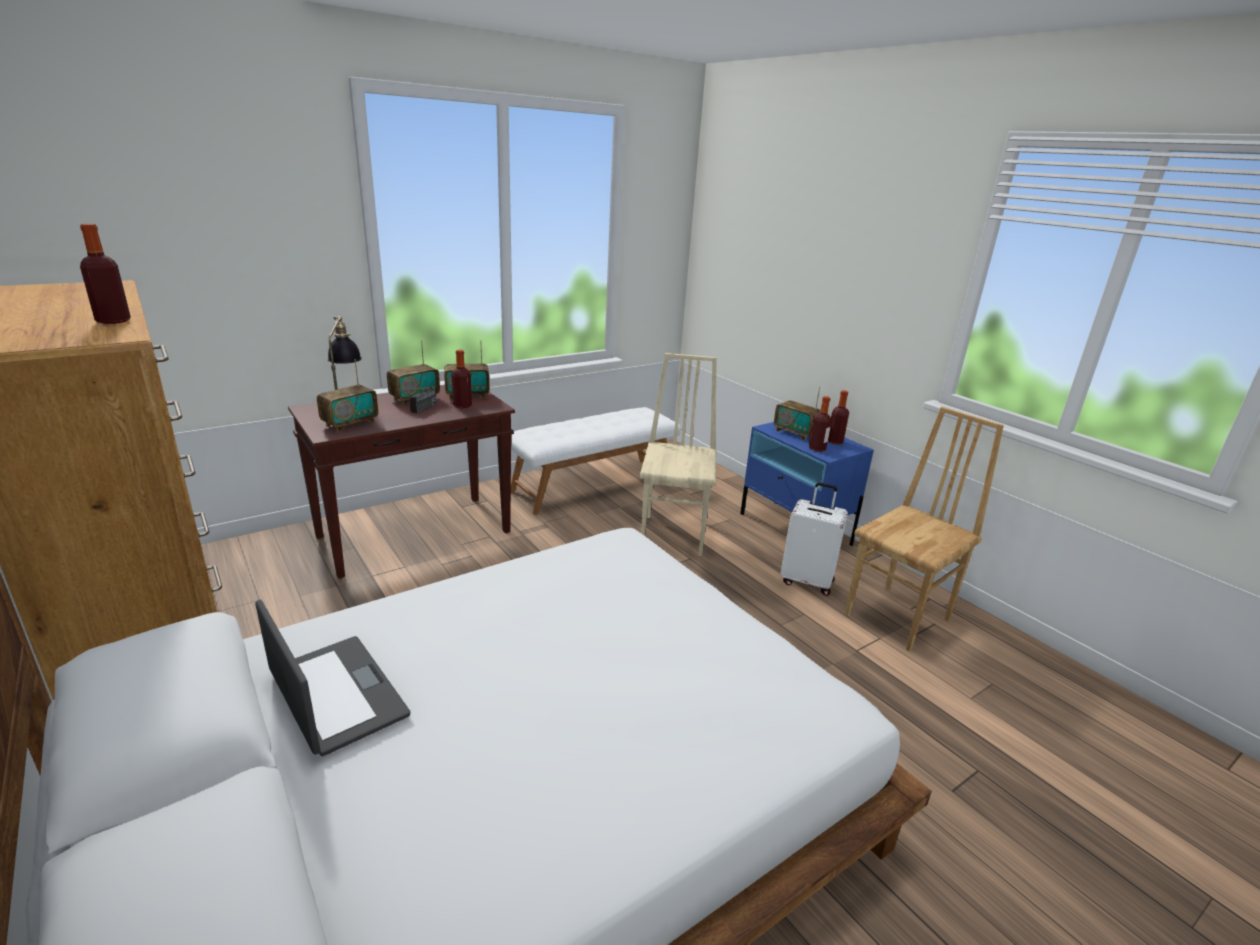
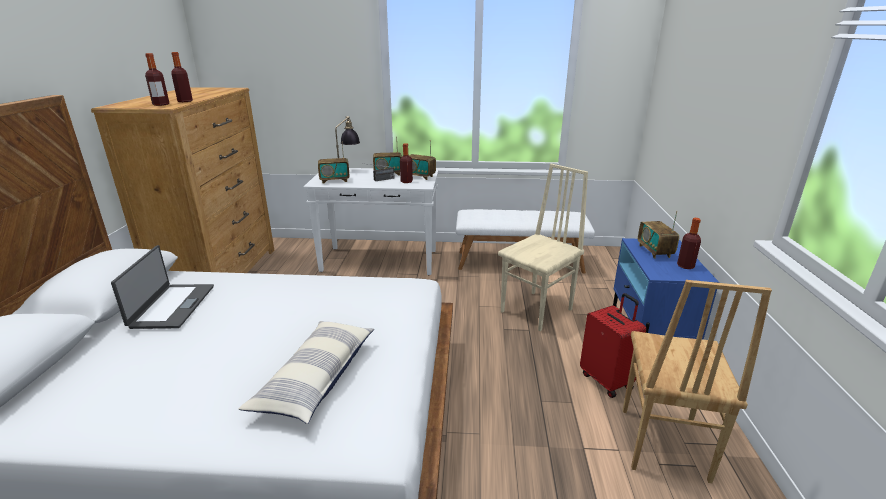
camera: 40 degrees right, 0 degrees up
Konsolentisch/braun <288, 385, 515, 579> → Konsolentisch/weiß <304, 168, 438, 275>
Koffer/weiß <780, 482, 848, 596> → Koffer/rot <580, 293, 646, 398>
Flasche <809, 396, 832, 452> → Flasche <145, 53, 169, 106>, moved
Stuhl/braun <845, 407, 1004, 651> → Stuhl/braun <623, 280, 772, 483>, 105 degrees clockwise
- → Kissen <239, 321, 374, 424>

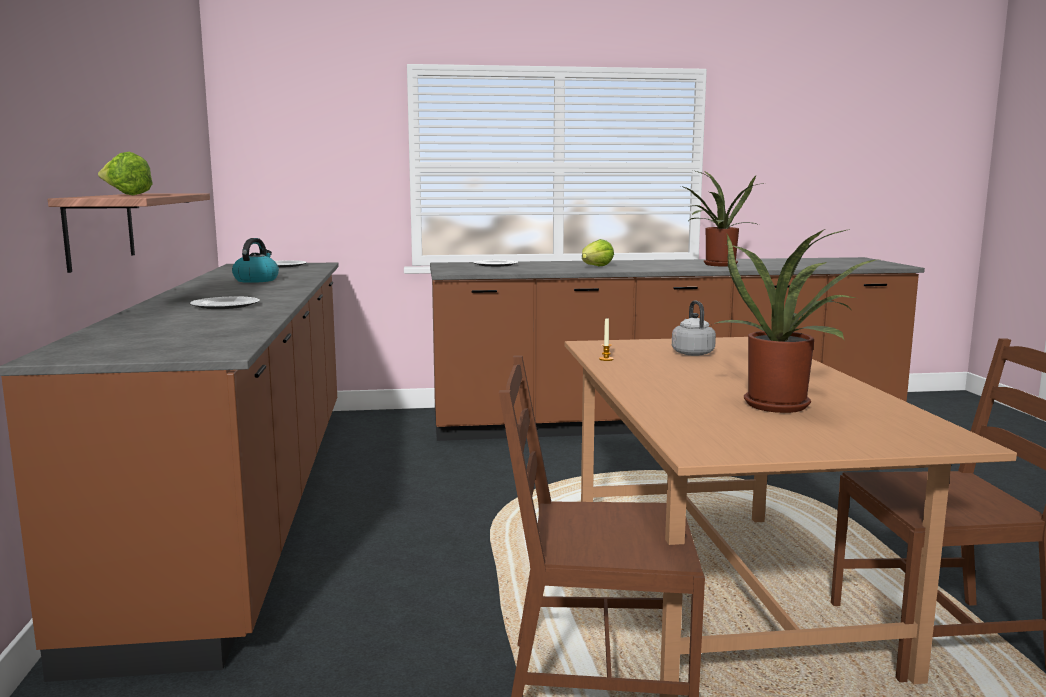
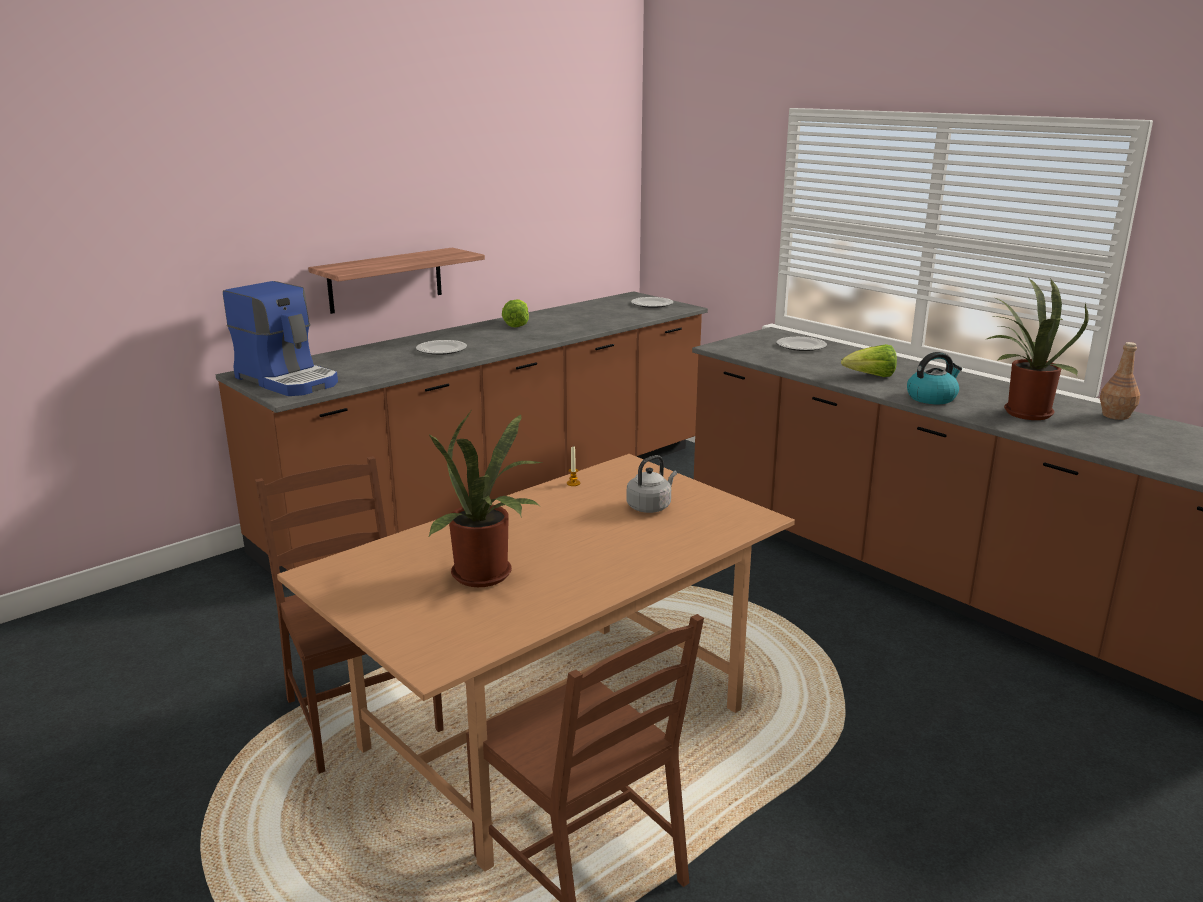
camera: 55 degrees right, 10 degrees up
Salatkopf <98, 152, 153, 195> → Salatkopf <502, 299, 529, 328>, moved
Wasserkessel <232, 238, 279, 283> → Wasserkessel <907, 352, 962, 404>, moved
- → Kaffeemaschine <223, 281, 338, 396>
- → Flasche/braun <1100, 342, 1140, 420>

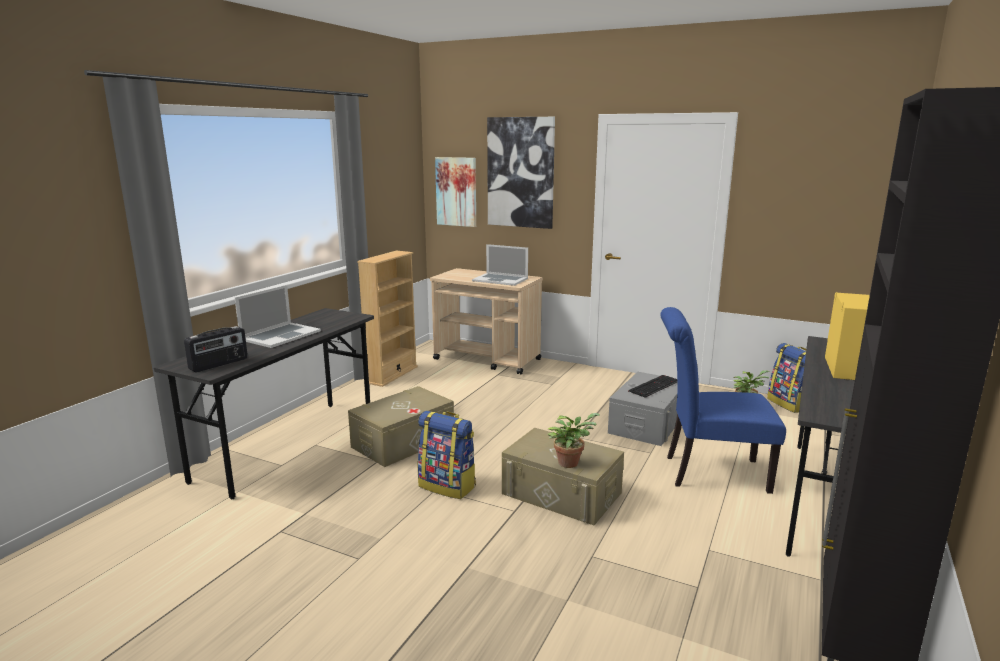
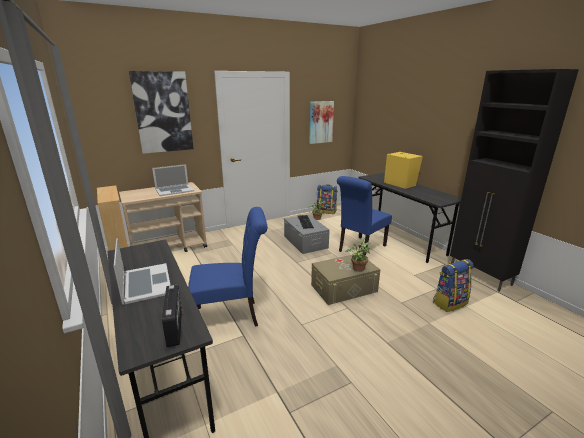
camera: 55 degrees left, 5 degrees up
Aufbewahrungsbox/beige <348, 386, 454, 467> → Stuhl/blau <188, 207, 268, 326>
Rucksack <418, 411, 476, 499> → Rucksack <433, 259, 474, 312>, moved
Bild <435, 157, 476, 227> → Bild <309, 101, 334, 144>, moved

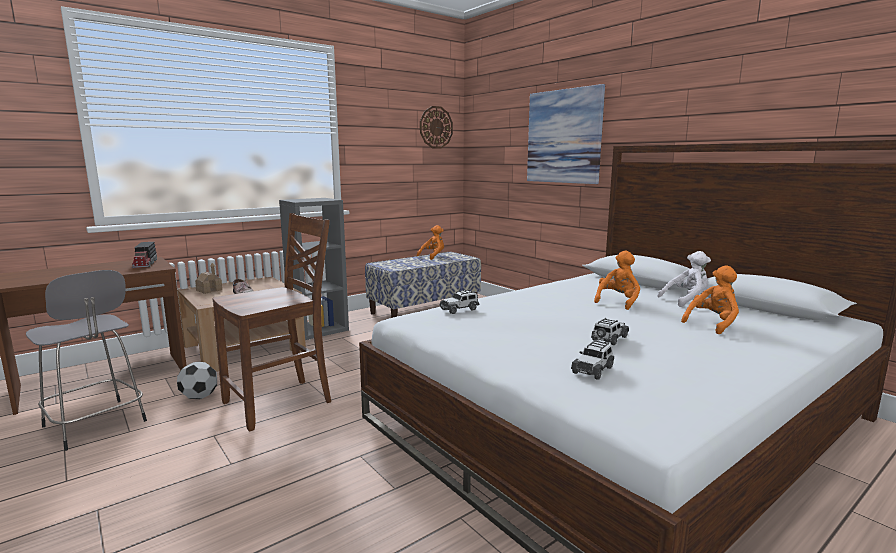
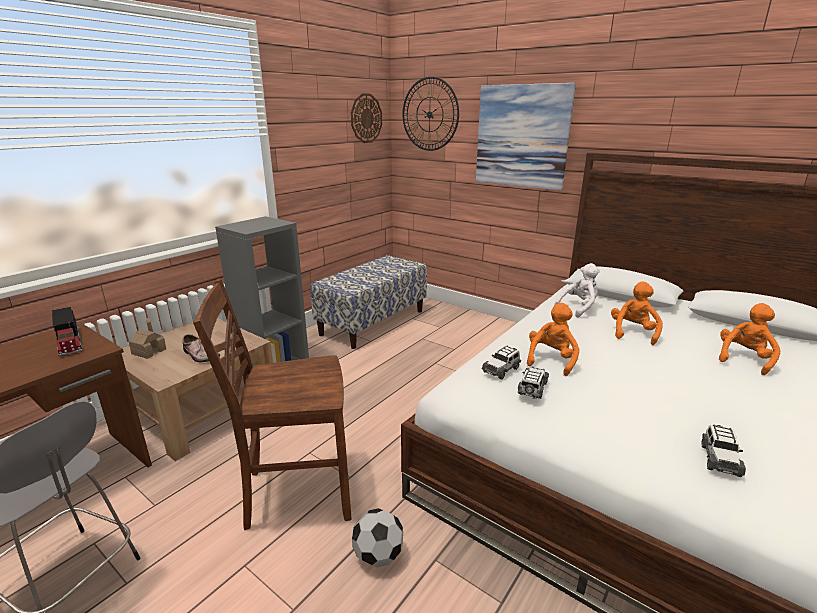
camera: 15 degrees left, 10 degrees up
Fußball <177, 362, 217, 399> → Fußball <352, 508, 403, 567>, moved
Stuhl/braun <213, 213, 331, 432> → Stuhl/braun <193, 279, 351, 530>, 135 degrees counterclockwise
Plüschtier/orange <417, 225, 444, 260> → Plüschtier/orange <527, 303, 579, 376>, moved
Spielzeugauto <591, 317, 629, 345> → Spielzeugauto <518, 366, 549, 399>, moved
Plüschtier/weiß <657, 251, 711, 307> → Plüschtier/weiß <554, 263, 600, 318>, moved
- → Wanduhr <402, 77, 459, 151>

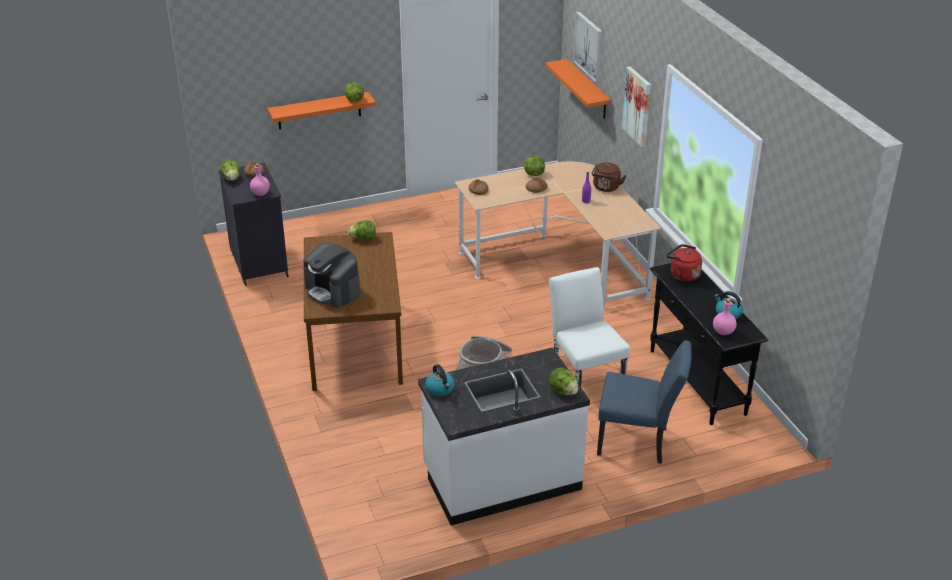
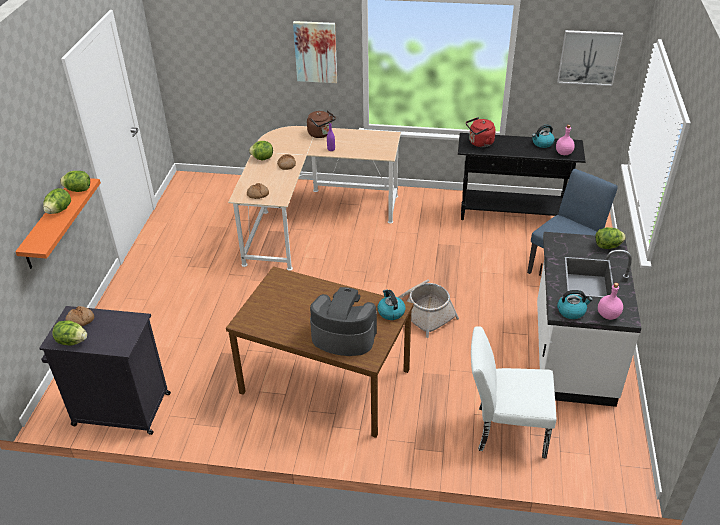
camera: 60 degrees left, 5 degrees up
Flasche/rosa <250, 163, 270, 196> → Flasche/rosa <598, 283, 623, 320>, moved
Kaffeemaschine <303, 243, 360, 308> → Kaffeemaschine <310, 287, 377, 356>, 150 degrees counterclockwise
Salatkopf <348, 220, 376, 240> → Salatkopf <43, 188, 71, 214>, moved
Wandregal/orange <545, 59, 611, 119> → -
Stuhl/weiß <549, 267, 630, 387> → Stuhl/weiß <471, 326, 556, 458>, moved
Bild <573, 12, 603, 82> → Bild <557, 30, 623, 86>, moved
- → Wasserkessel <378, 289, 405, 320>

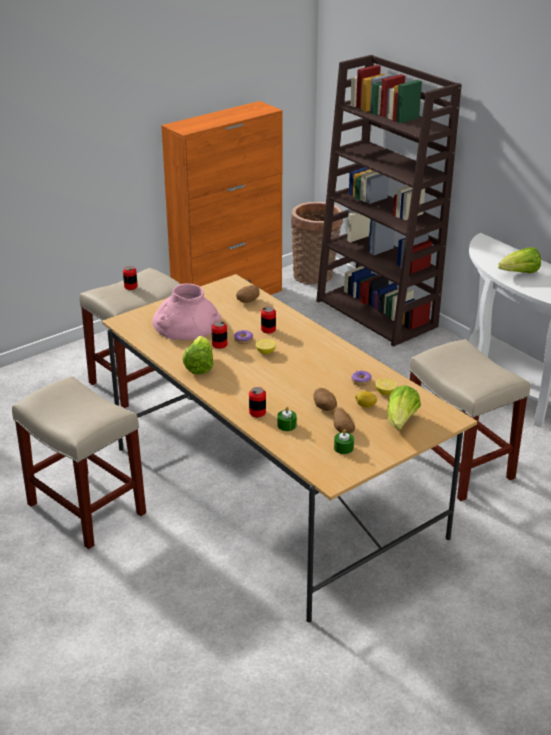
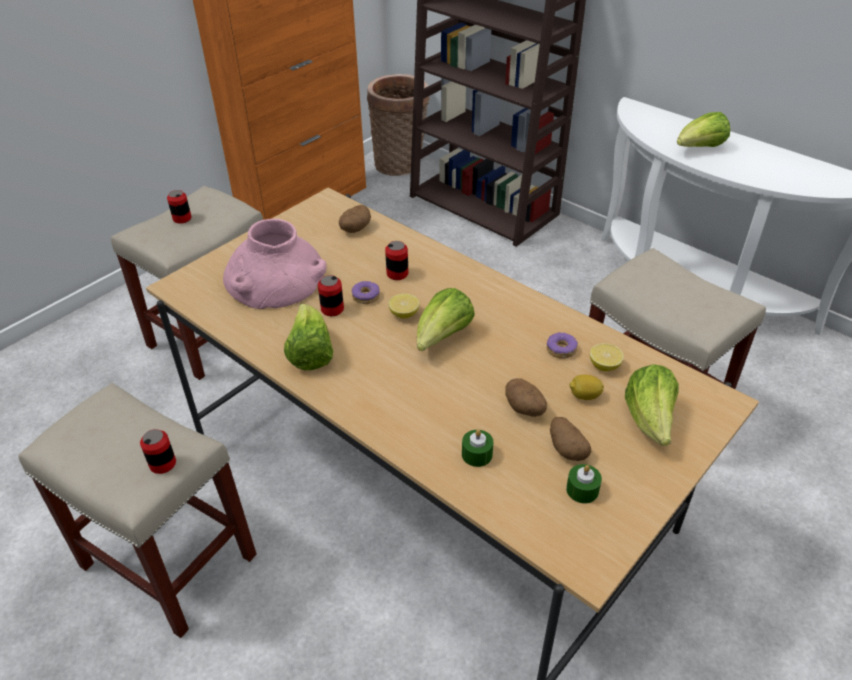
camera: 10 degrees left, 10 degrees up
Dose <249, 387, 266, 417> → Dose <140, 429, 176, 474>, moved
- → Salatkopf <417, 288, 475, 351>

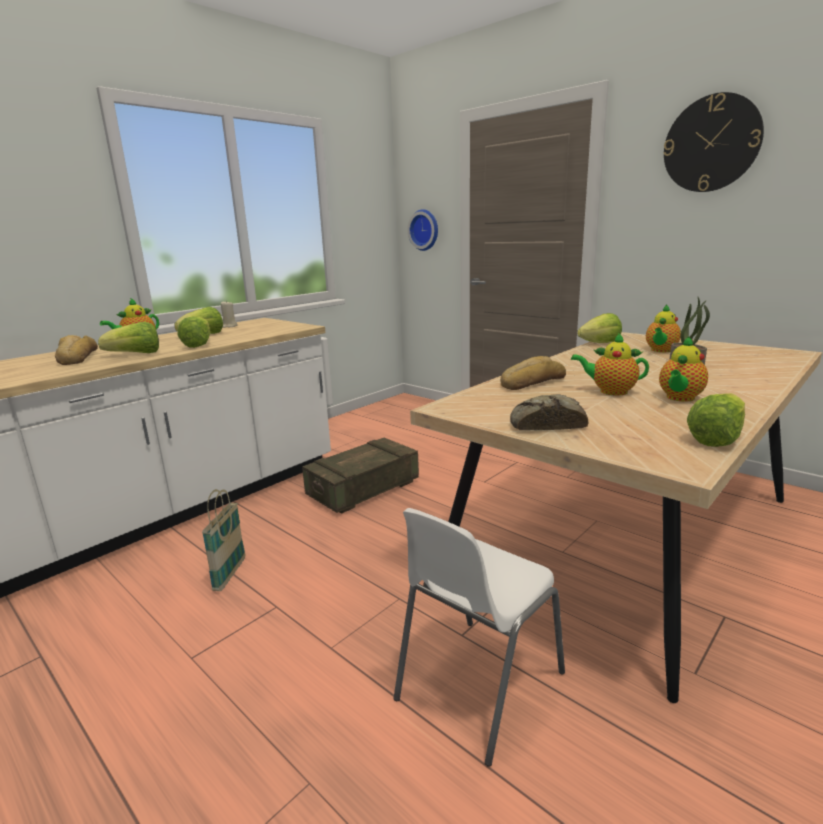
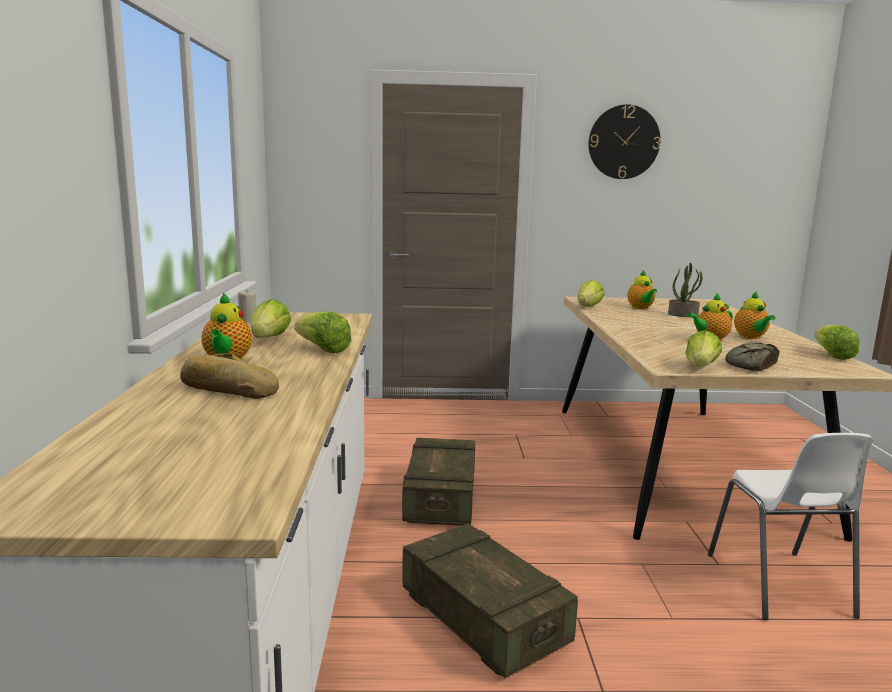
camera: 45 degrees left, 5 degrees down
Salatkopf <98, 322, 159, 353> → Salatkopf <685, 330, 722, 367>, moved
Korb <202, 489, 245, 591> → Kiste <402, 523, 578, 678>
Wanduhr <407, 209, 438, 251> → -
Brot <500, 356, 566, 390> → -

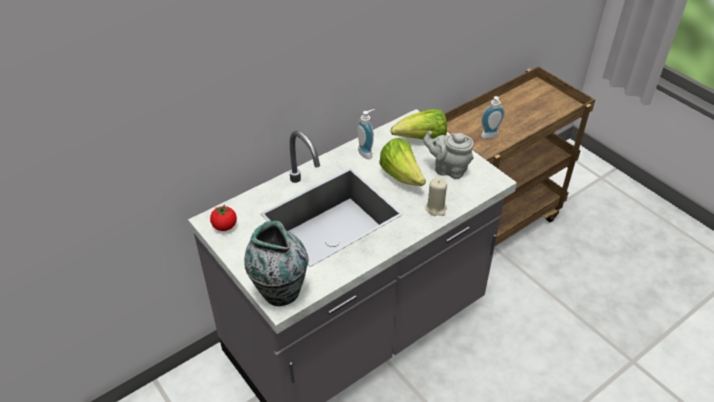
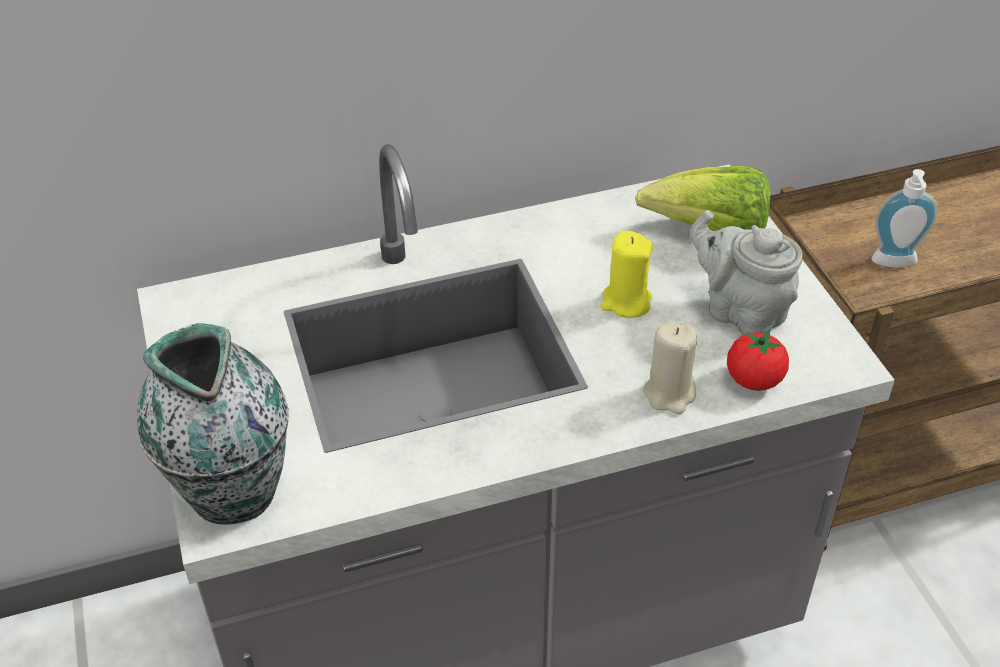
camera: 20 degrees right, 0 degrees up
Tomate <210, 204, 237, 231> → Tomate <727, 330, 789, 391>, moved
Seifenspender <357, 109, 375, 159> → -
Salatkopf <379, 138, 426, 186> → Kerze/gelb <601, 231, 653, 318>

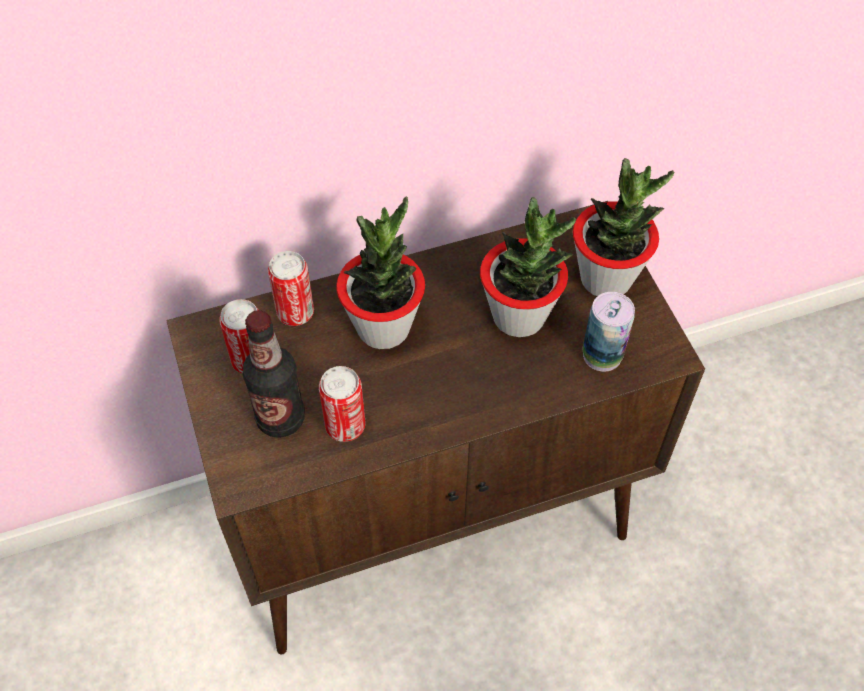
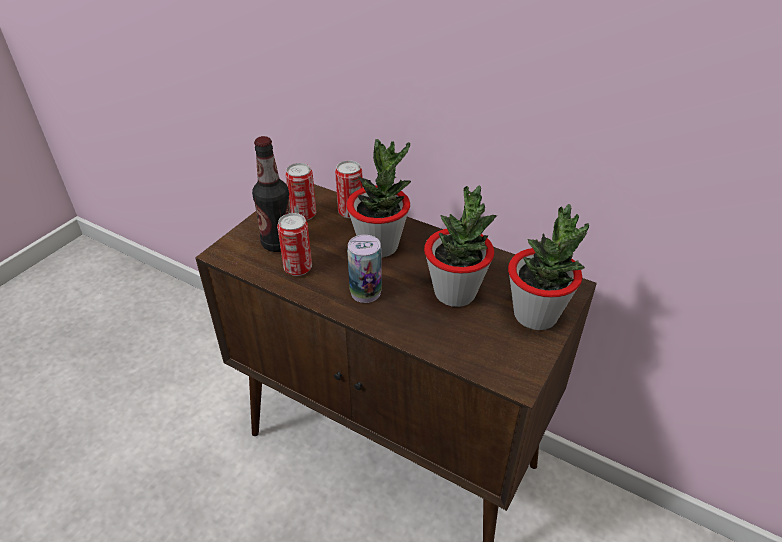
camera: 50 degrees right, 15 degrees down
Dose <583, 292, 635, 372> → Dose <347, 235, 382, 303>, moved

